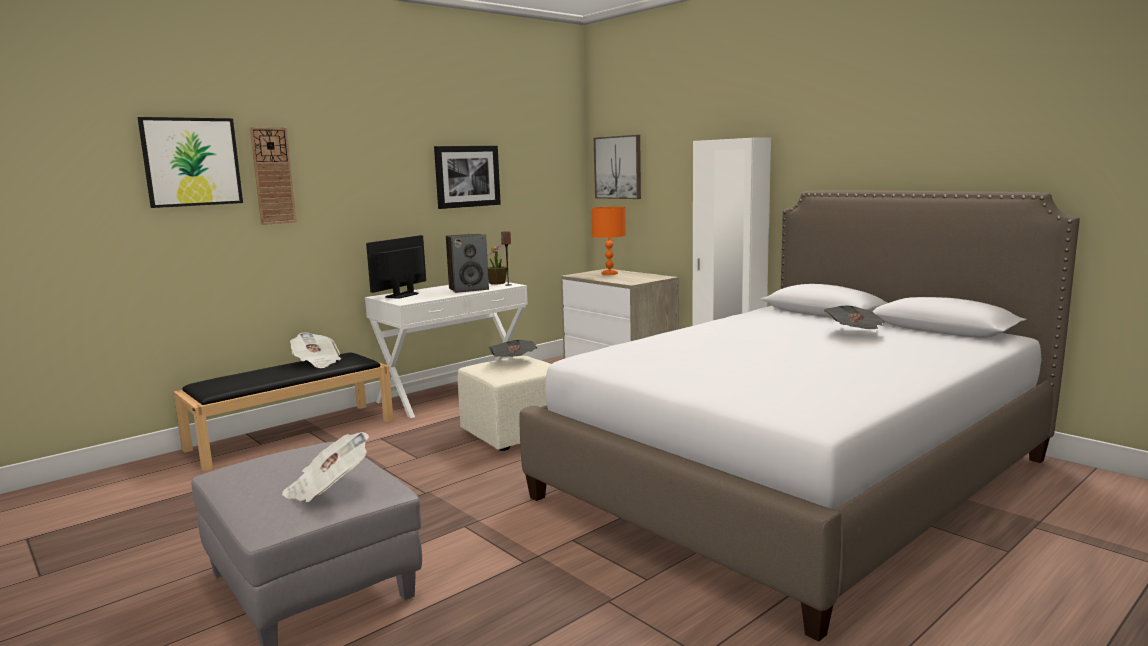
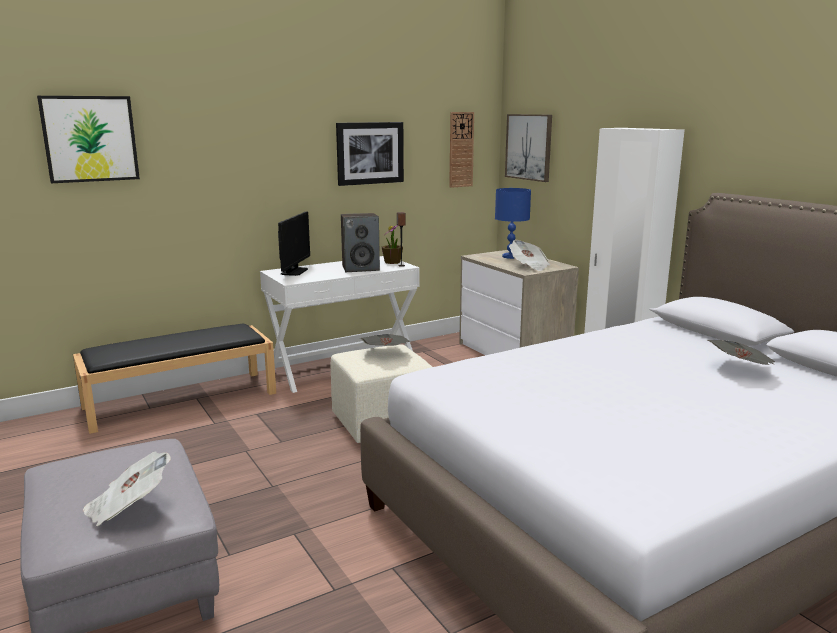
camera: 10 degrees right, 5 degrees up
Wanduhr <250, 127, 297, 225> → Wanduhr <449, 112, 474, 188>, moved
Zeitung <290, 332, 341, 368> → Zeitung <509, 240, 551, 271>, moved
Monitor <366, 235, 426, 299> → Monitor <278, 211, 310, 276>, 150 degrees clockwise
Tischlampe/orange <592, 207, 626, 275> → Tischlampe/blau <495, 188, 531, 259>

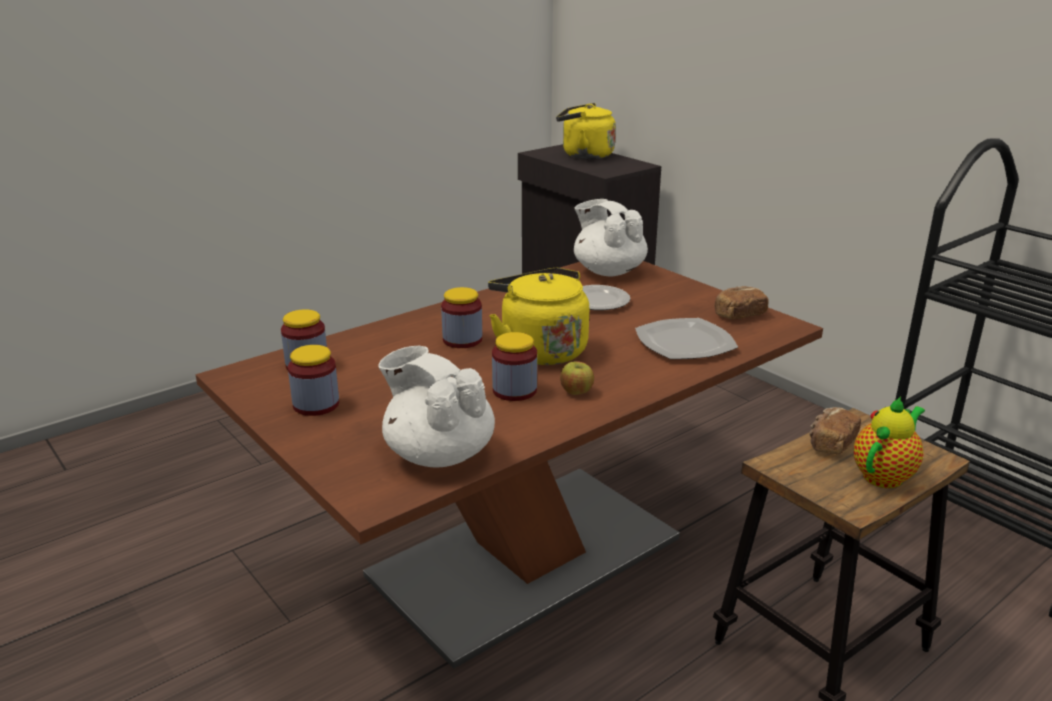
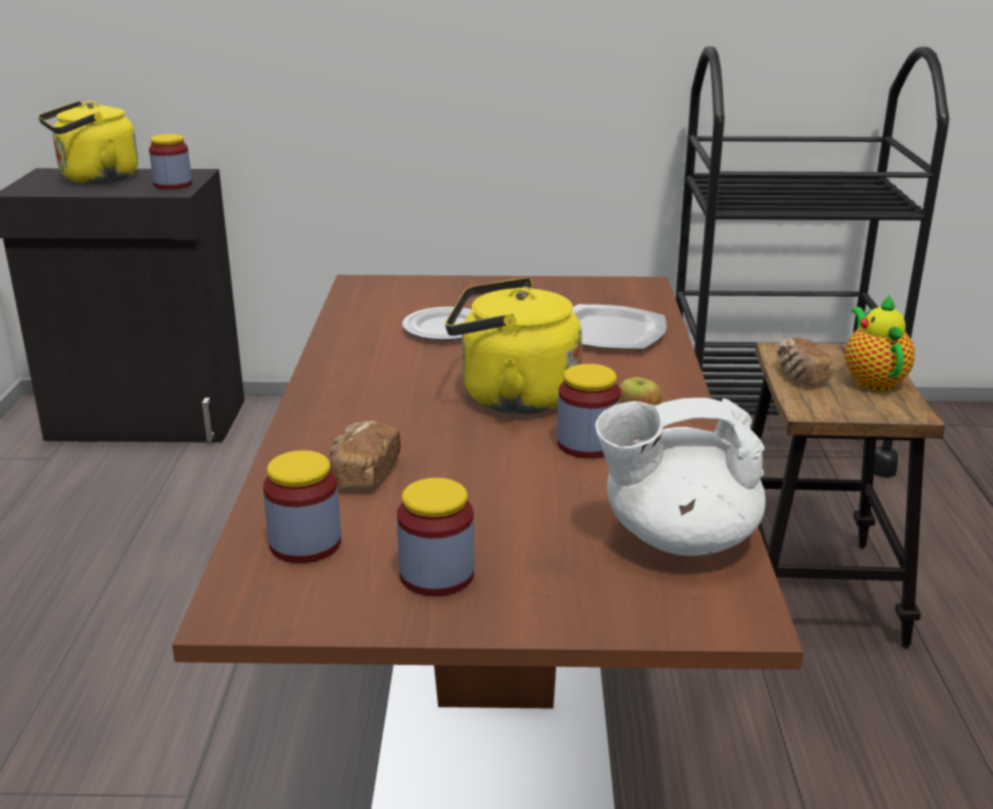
camera: 50 degrees left, 0 degrees up
Vorratsglas <441, 287, 482, 348> → Vorratsglas <149, 134, 192, 190>, moved
Teekanne/weiß <574, 199, 648, 276> → -
Brot <715, 286, 769, 319> → Brot <328, 421, 401, 489>, moved

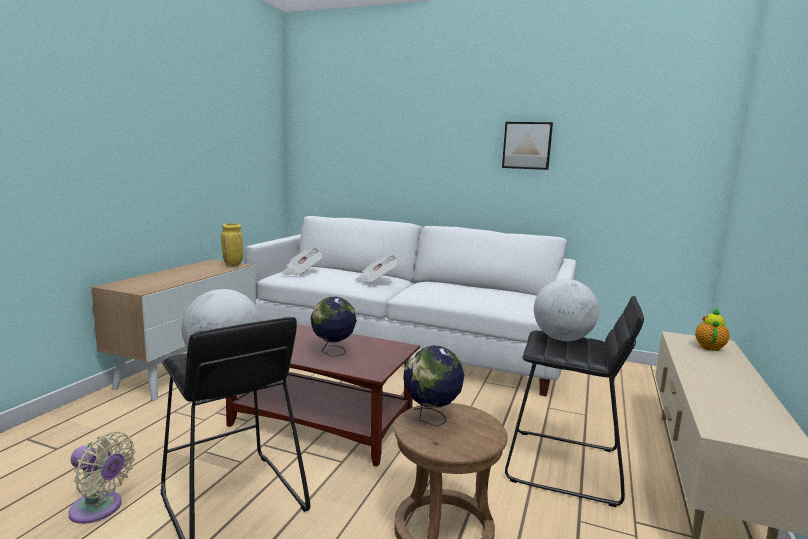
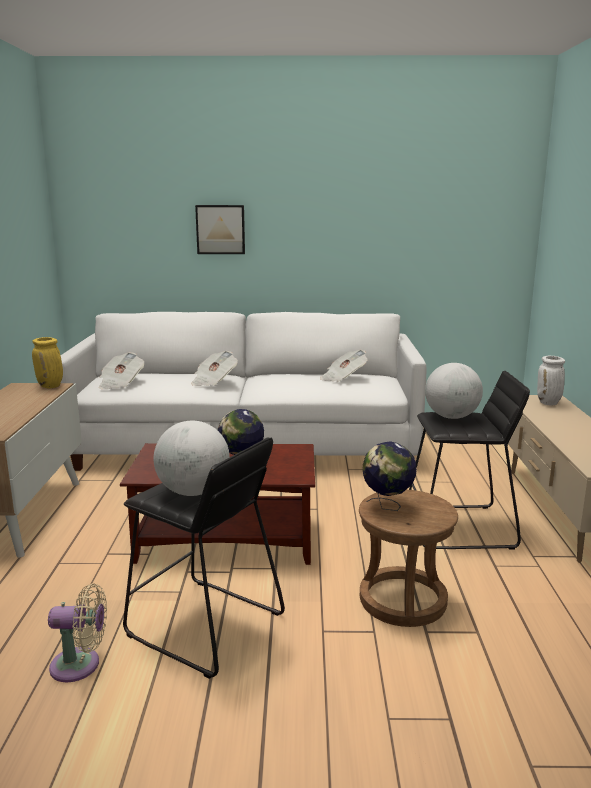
camera: 20 degrees left, 5 degrees up
Bild <502, 122, 553, 170> → Bild <195, 205, 245, 254>, moved
Teekanne <695, 308, 729, 351> → Vase/weiß <537, 356, 565, 406>
- → Zeitung <320, 350, 368, 382>

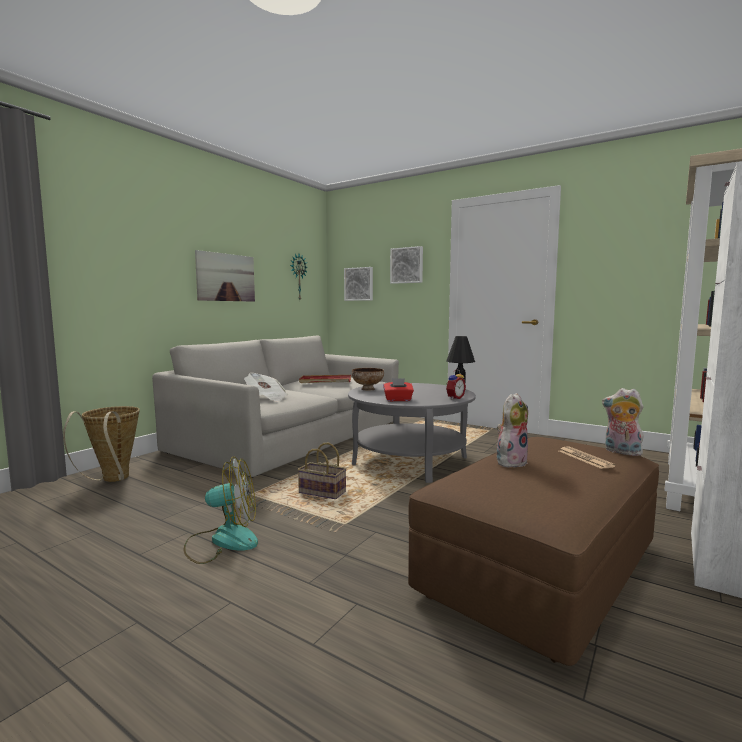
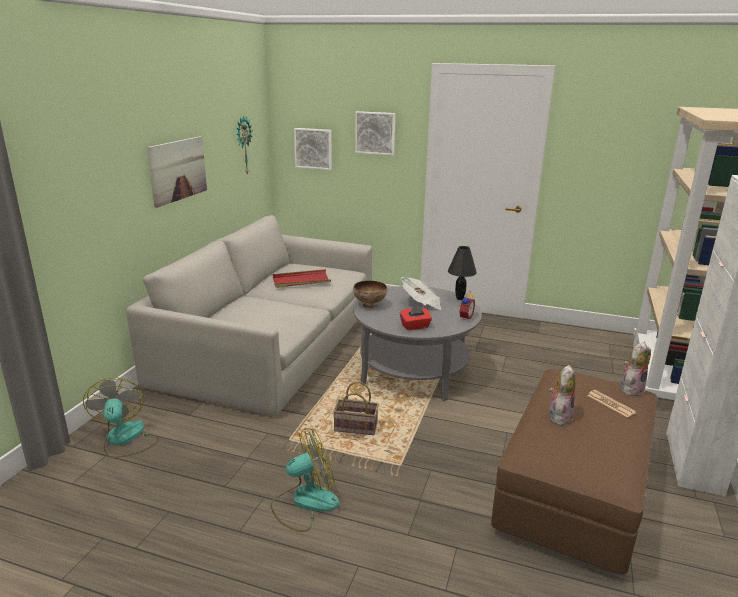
camera: 15 degrees left, 15 degrees up
Korb <63, 406, 139, 482> → Ventilator <83, 377, 159, 458>
Zeitung <244, 373, 288, 401> → Zeitung <401, 277, 441, 310>, moved
Plüschtier <602, 388, 644, 456> → Plüschtier <621, 342, 651, 396>, 120 degrees clockwise

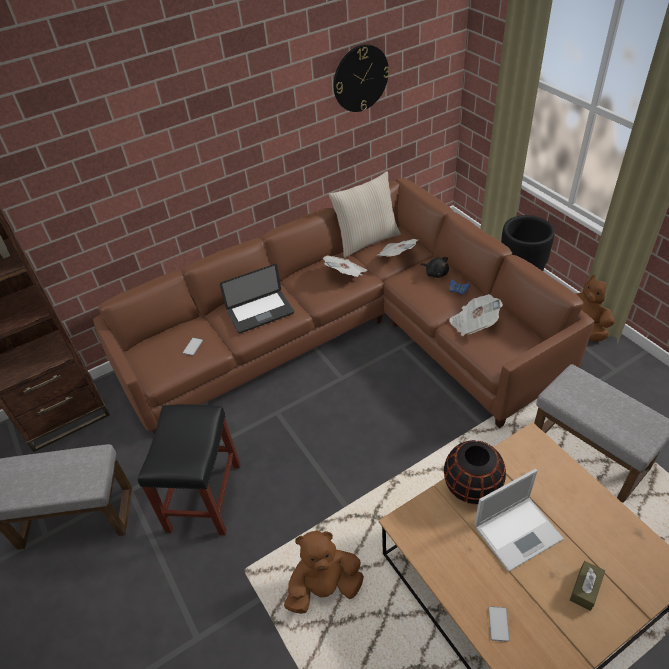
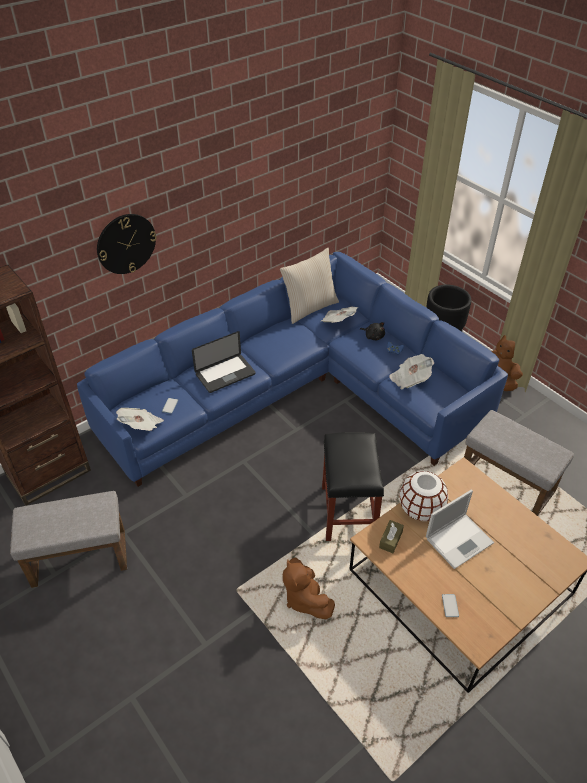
camera: 10 degrees left, 0 degrees up
Sofa/braun <93, 178, 594, 434> → Sofa/blau <77, 252, 508, 487>
Hocker/schwarz <137, 404, 241, 535> → Hocker/schwarz <322, 432, 384, 541>, moved
Plüschtier/braun <284, 531, 364, 614> → Plüschtier/braun <283, 558, 335, 619>, 90 degrees counterclockwise
Zeitung <323, 256, 368, 277> → Zeitung <116, 408, 164, 431>, moved
Wanduhr <334, 44, 390, 112> → Wanduhr <97, 214, 157, 274>, moved
Vase/schwarz <444, 440, 506, 504> → Vase/weiß <400, 471, 448, 521>
Taschentuchbox/braun <570, 561, 605, 611> → Taschentuchbox/braun <379, 520, 404, 553>, moved

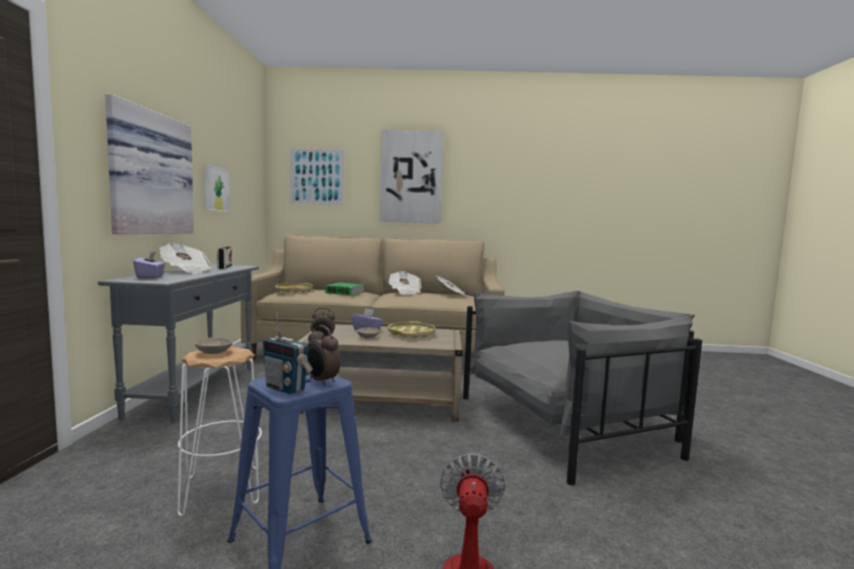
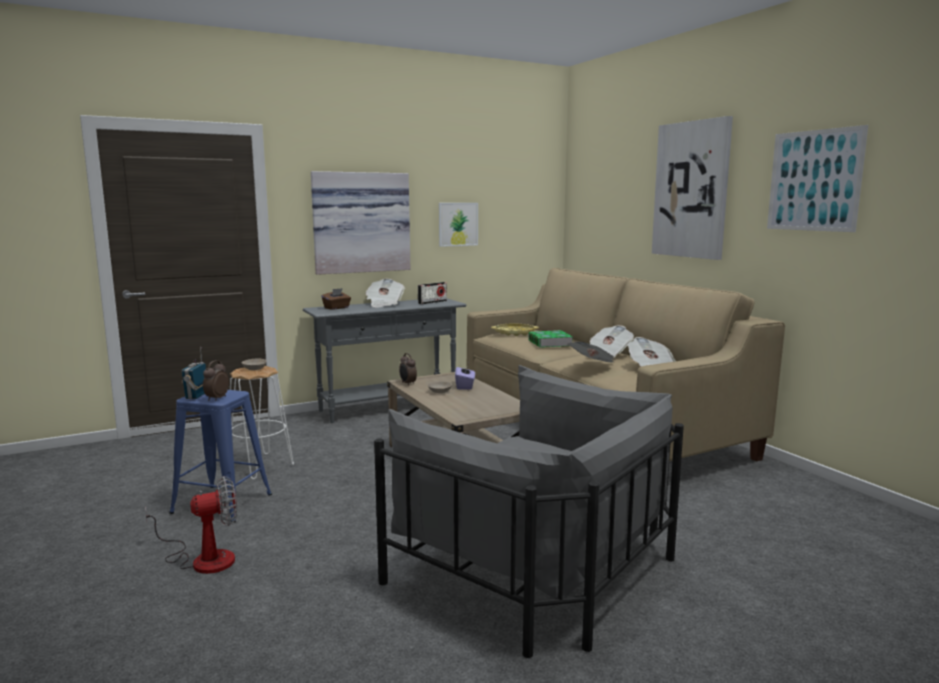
camera: 60 degrees right, 5 degrees up
Taschentuchbox/lila <133, 252, 165, 278> → Taschentuchbox/braun <321, 288, 351, 310>
Bild <290, 148, 344, 205> → Bild <767, 125, 868, 232>, moved
Tablett/gelb <388, 321, 436, 338> → -
- → Zeitung <567, 342, 615, 362>

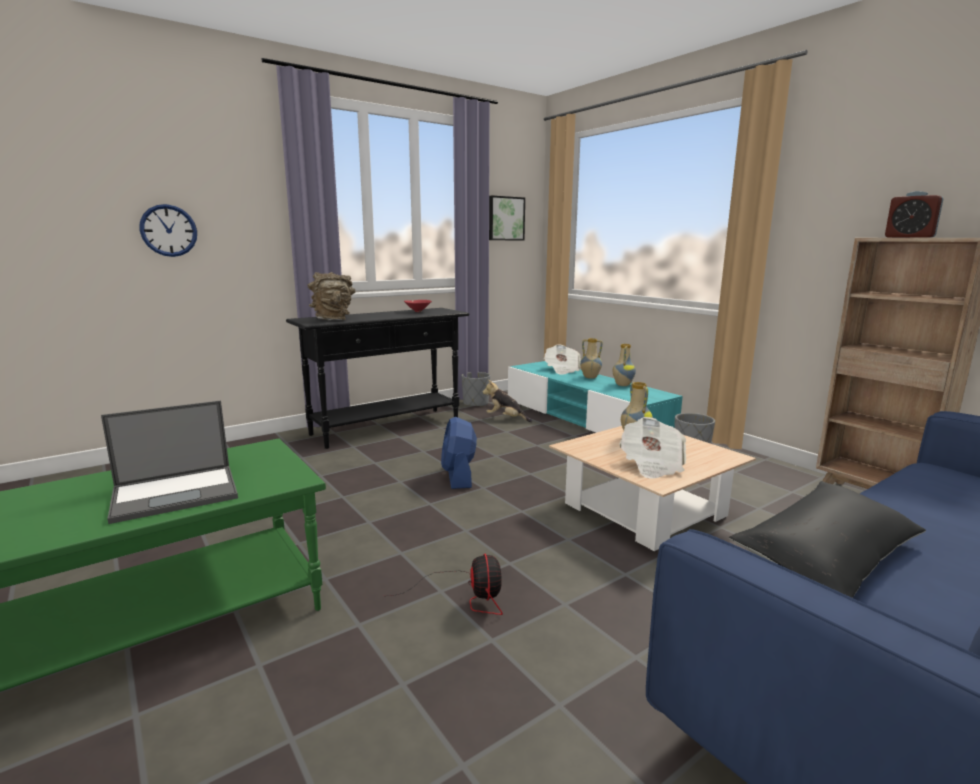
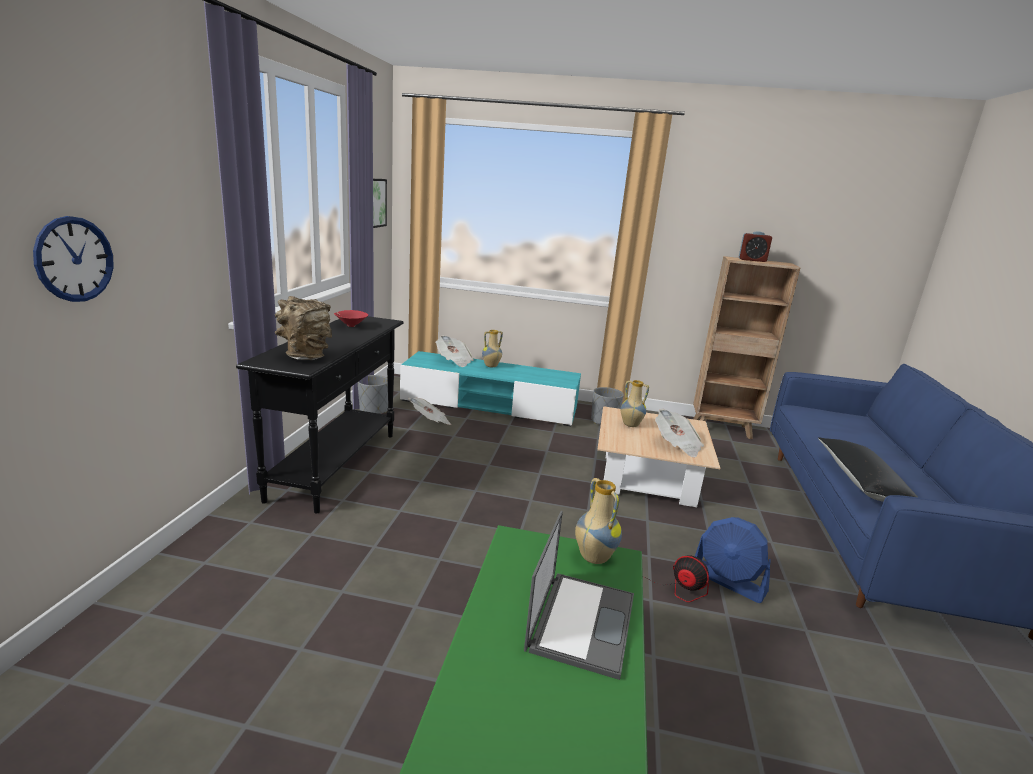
camera: 45 degrees left, 5 degrees up
Ventilator/blau <441, 417, 477, 489> → Ventilator/blau <695, 517, 770, 603>, moved
Plüschtier <483, 380, 532, 422> → Zeitung <408, 397, 451, 425>
Vase <613, 344, 636, 386> → Vase <575, 478, 622, 564>, moved

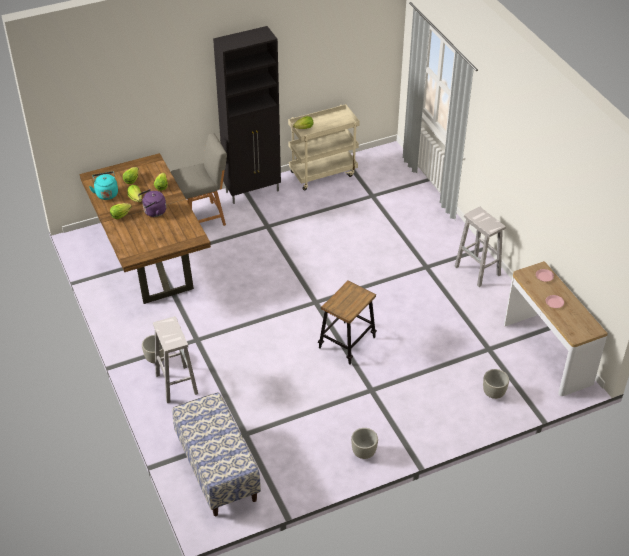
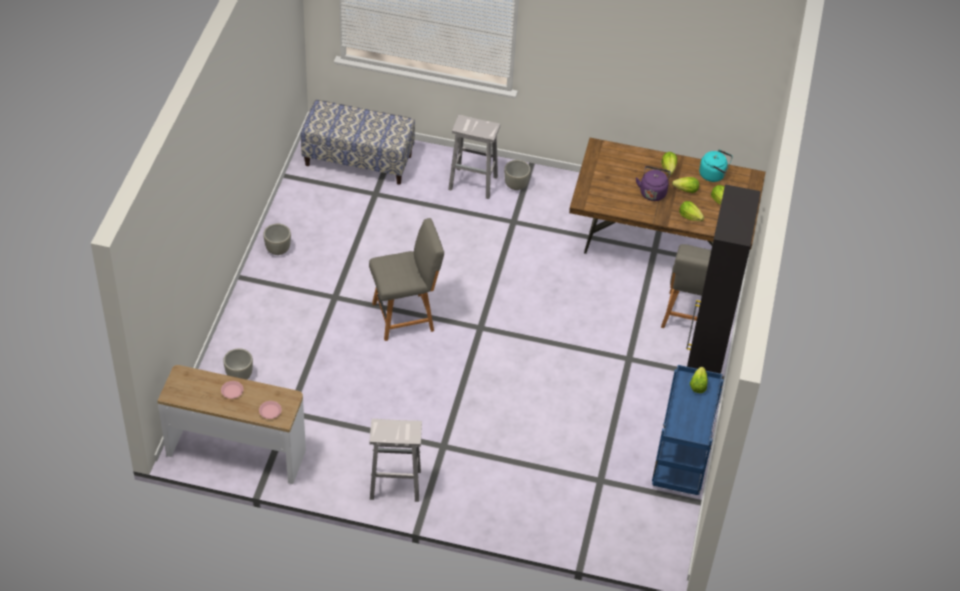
camera: 125 degrees right, 5 degrees up
Rollwagen/beige <288, 104, 360, 190> → Rollwagen/blau <652, 365, 724, 495>
Hocker <318, 280, 377, 365> → Stuhl/grau <369, 218, 444, 341>

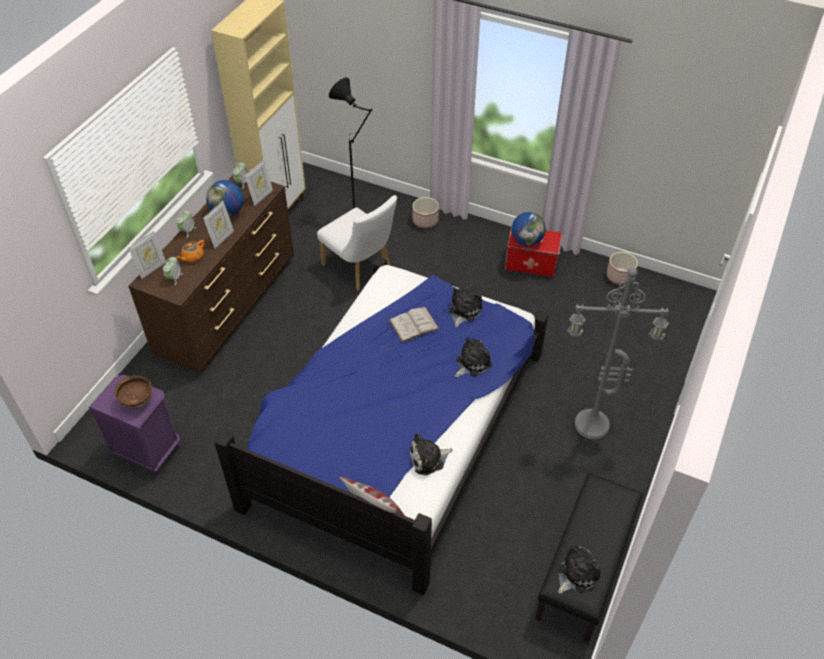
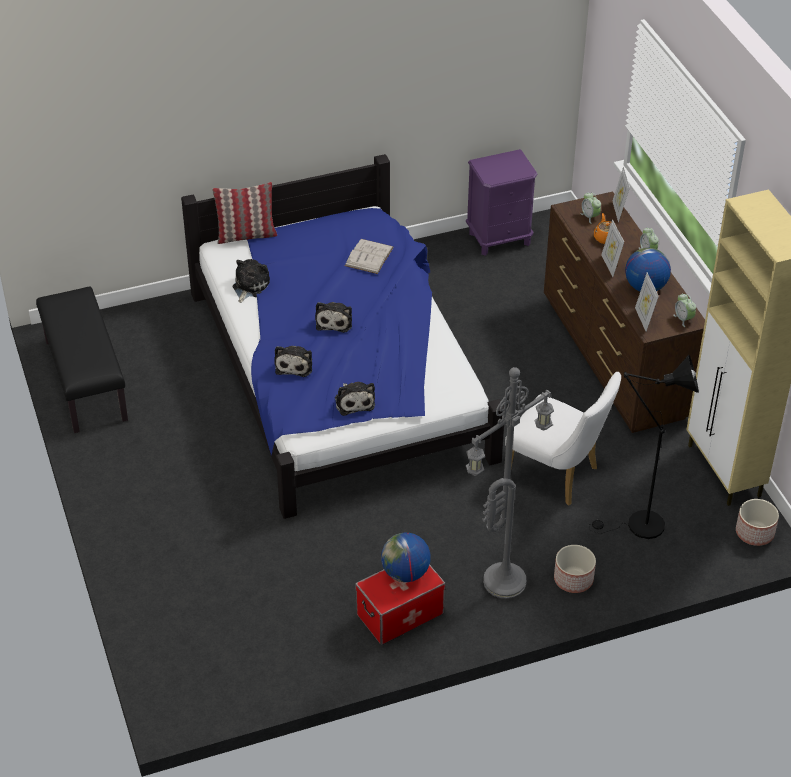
camera: 135 degrees right, 5 degrees down
Schüssel/braun <114, 375, 152, 409> → -
Stuhl/weiß <317, 195, 397, 291> → Stuhl/weiß <505, 372, 621, 506>, 150 degrees counterclockwise
Buch/weiß <389, 307, 439, 342> → Buch/weiß <345, 239, 394, 274>, moved
Plüschtier <558, 545, 601, 594> → Plüschtier <315, 302, 352, 333>, moved
Stehlampe/grau <567, 268, 669, 439> → Stehlampe/grau <466, 367, 554, 599>, moved
Pflanzkübel <606, 252, 638, 285> → Pflanzkübel <736, 499, 779, 546>, moved

